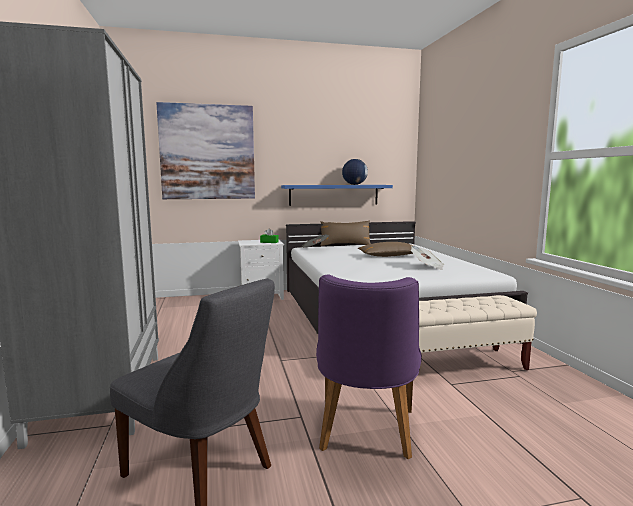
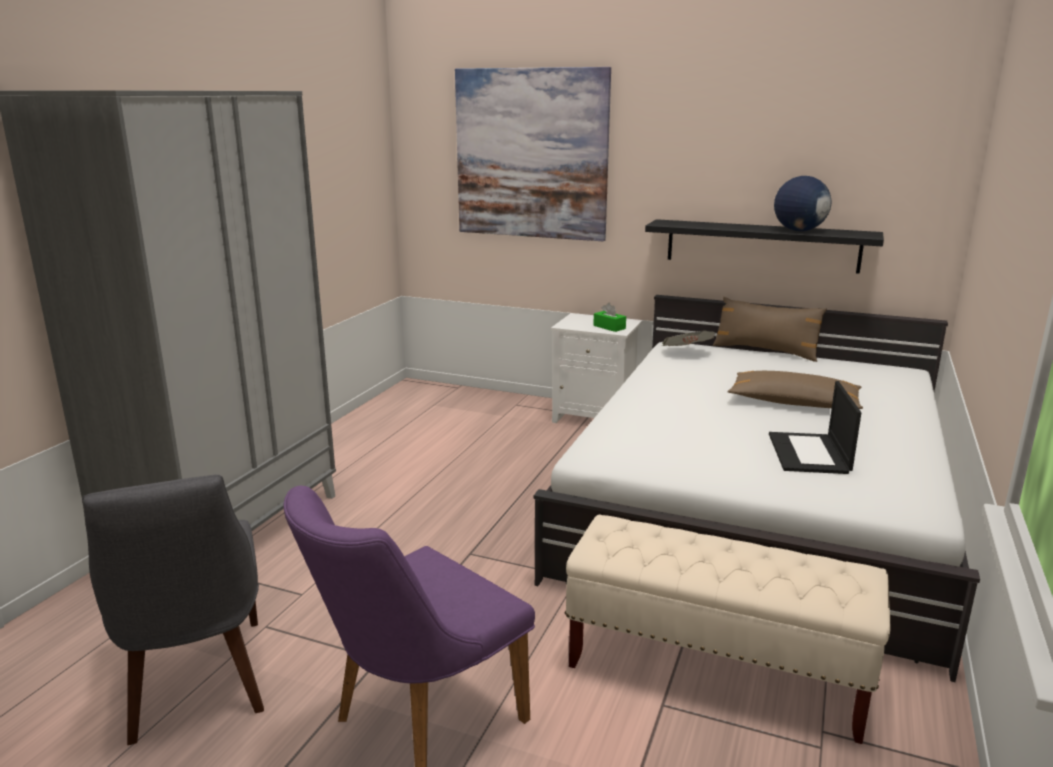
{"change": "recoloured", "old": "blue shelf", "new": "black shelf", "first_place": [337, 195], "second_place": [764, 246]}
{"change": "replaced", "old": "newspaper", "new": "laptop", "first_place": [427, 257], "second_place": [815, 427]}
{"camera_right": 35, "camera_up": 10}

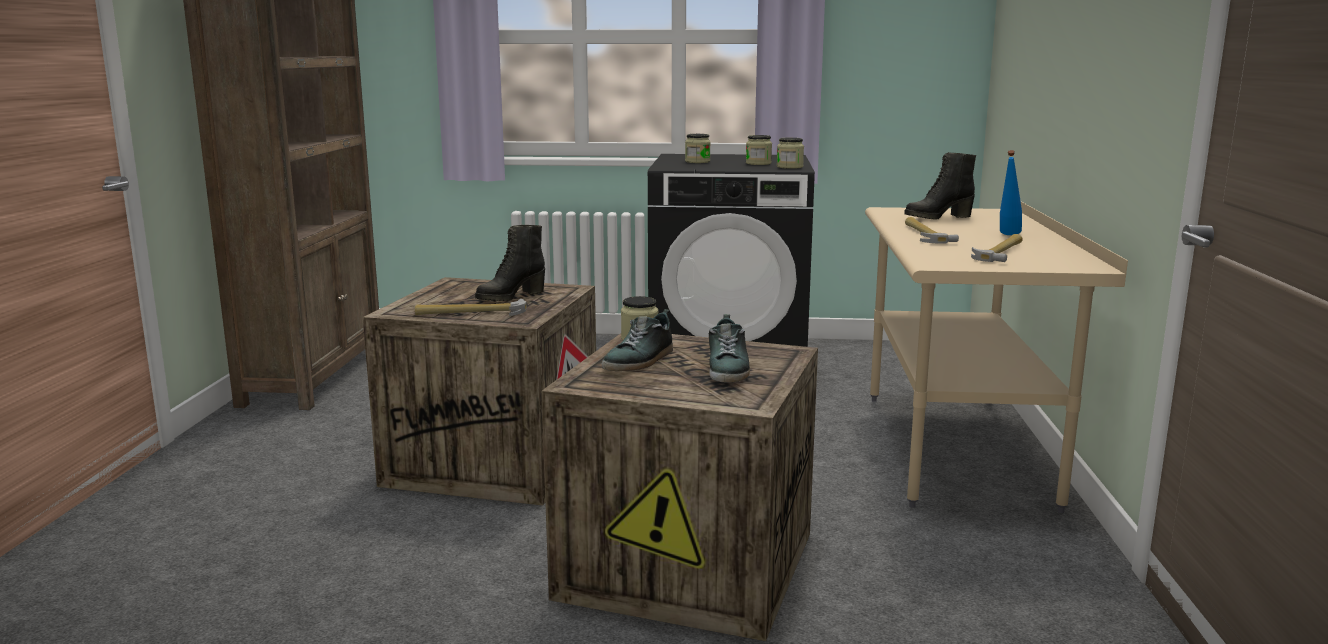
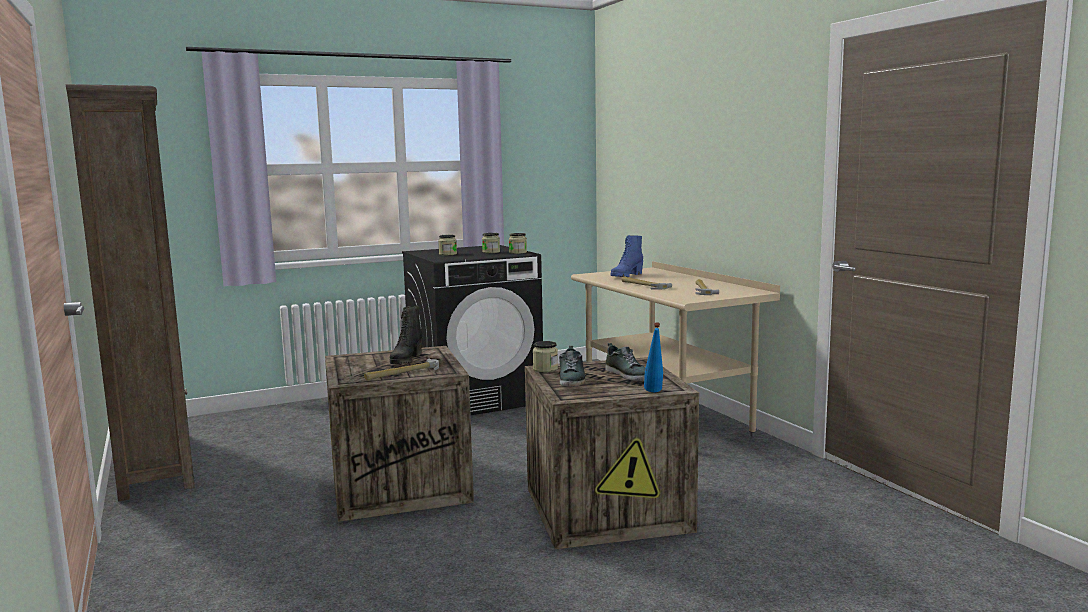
{"change": "moved", "old": "blue bottle", "first_place": [1011, 192], "second_place": [653, 357]}
{"change": "recoloured", "old": "black boot", "new": "blue boot", "first_place": [940, 186], "second_place": [627, 256]}
{"camera_right": -30, "camera_up": -5}

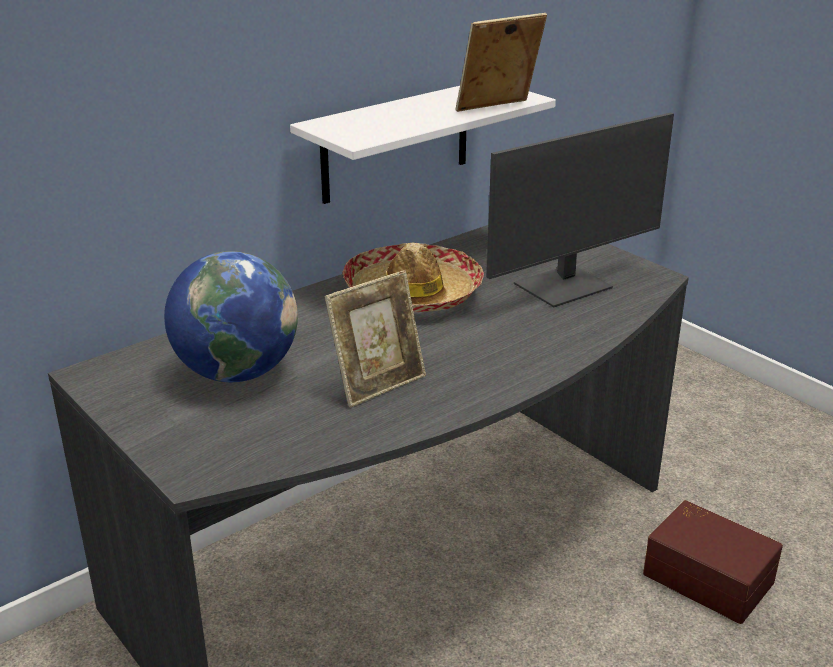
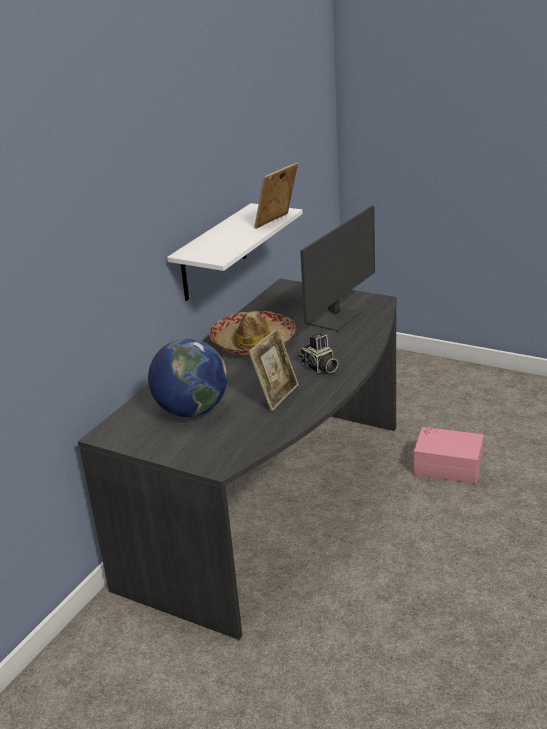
{"change": "recoloured", "old": "brown storage box", "new": "pink storage box", "first_place": [713, 562], "second_place": [448, 455]}
{"change": "added", "new": "photo camera", "second_place": [319, 353]}
{"camera_right": -20, "camera_up": 0}

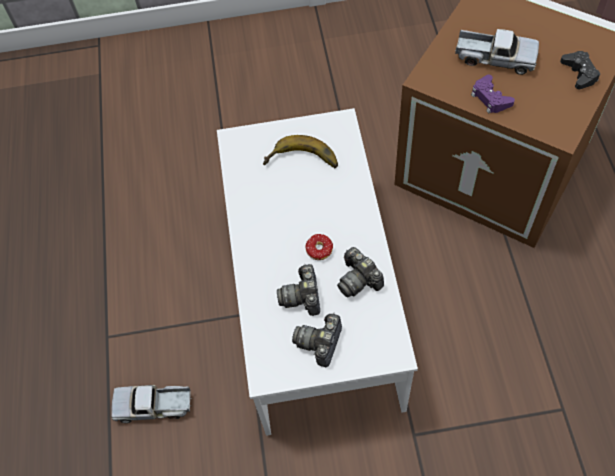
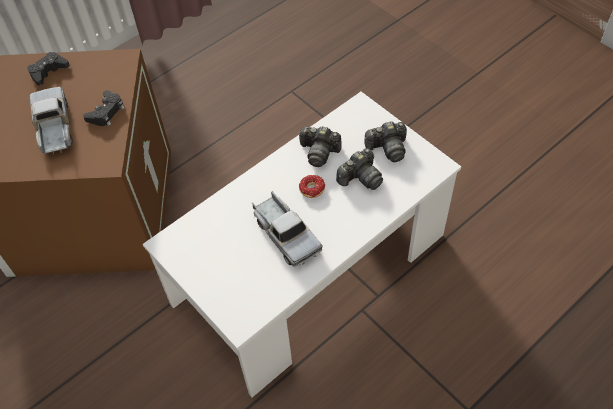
{"change": "recoloured", "old": "purple game controller", "new": "black game controller", "first_place": [493, 93], "second_place": [104, 108]}
{"change": "removed", "old": "banana", "first_place": [300, 151]}
{"change": "turned", "old": "photo camera", "first_place": [360, 272], "second_place": [320, 146], "degrees": 90}
{"change": "moved", "old": "toy truck", "first_place": [151, 404], "second_place": [287, 229]}
{"camera_right": -125, "camera_up": -5}

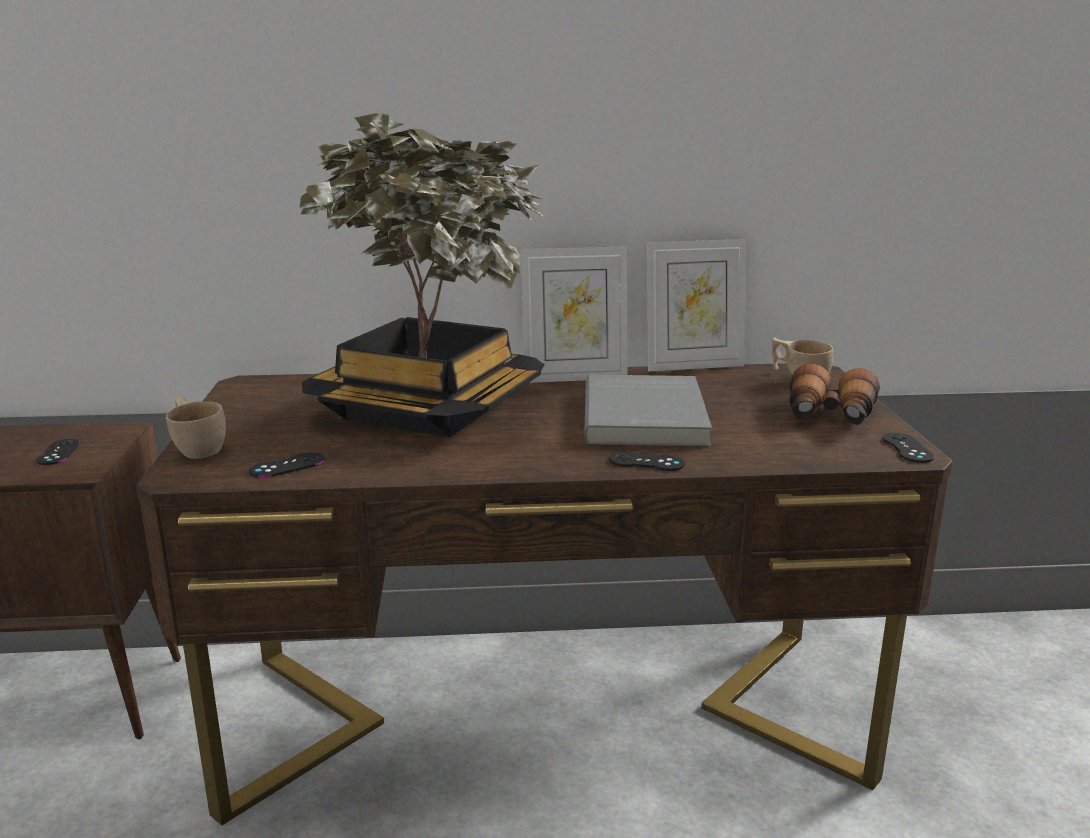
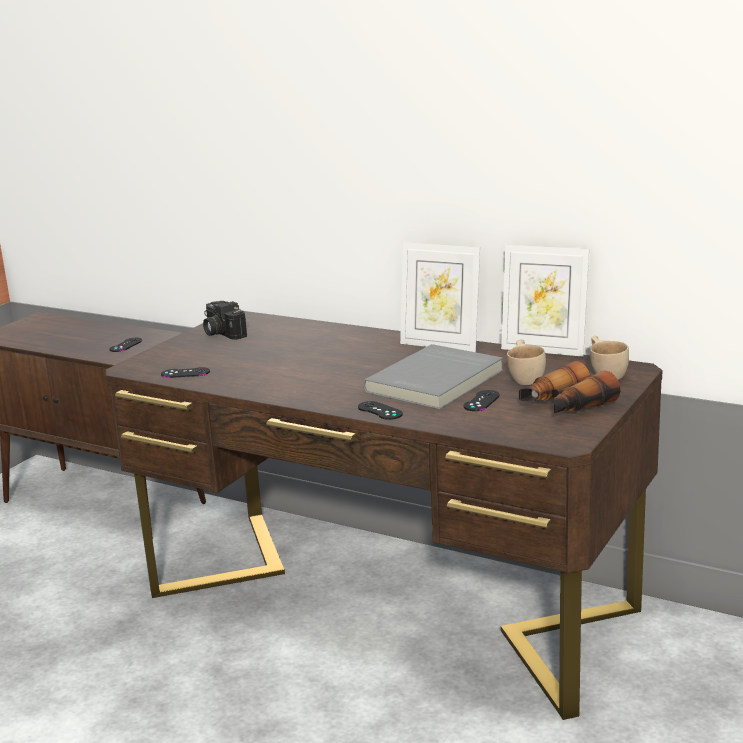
{"change": "removed", "old": "potted plant", "first_place": [422, 274]}
{"change": "moved", "old": "beige cup", "first_place": [196, 427], "second_place": [526, 362]}
{"change": "moved", "old": "black game controller", "first_place": [908, 448], "second_place": [481, 400]}
{"change": "added", "new": "photo camera", "second_place": [225, 320]}
{"camera_right": 35, "camera_up": 0}

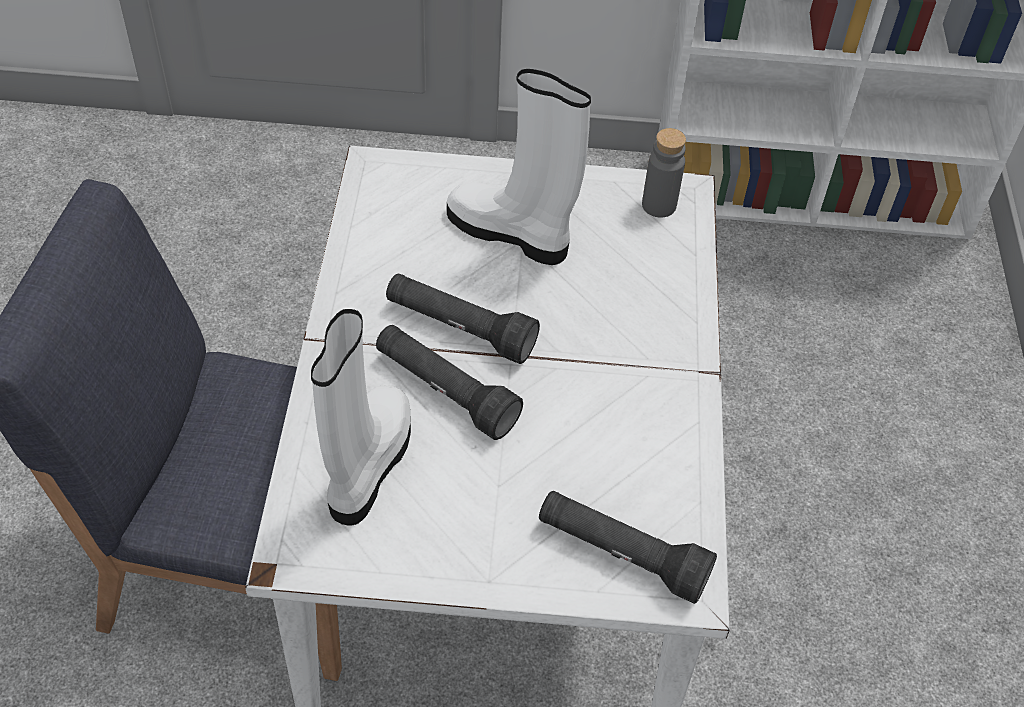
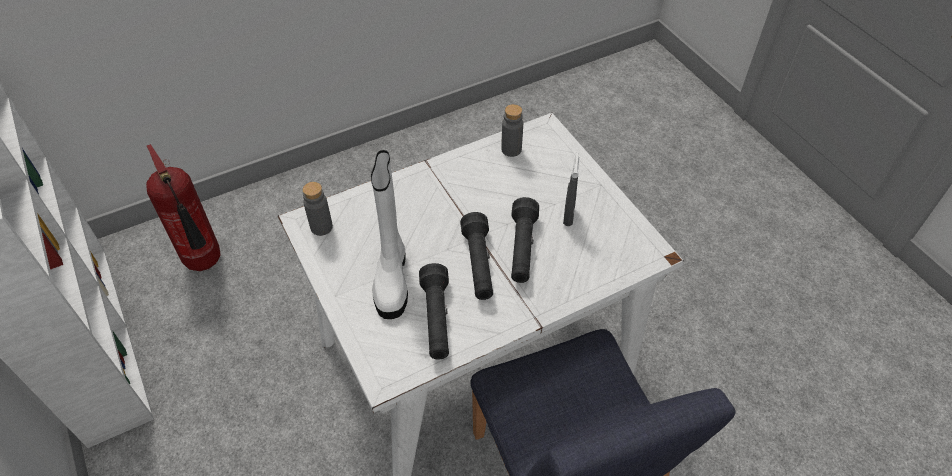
{"change": "removed", "old": "white boot", "first_place": [361, 417]}
{"change": "moved", "old": "black flashlight", "first_place": [628, 547], "second_place": [434, 311]}
{"change": "added", "new": "grey bottle", "second_place": [512, 130]}
{"change": "added", "new": "fire extinguisher", "second_place": [183, 207]}
{"change": "added", "new": "grey spray bottle", "second_place": [571, 189]}
{"camera_right": -120, "camera_up": 0}

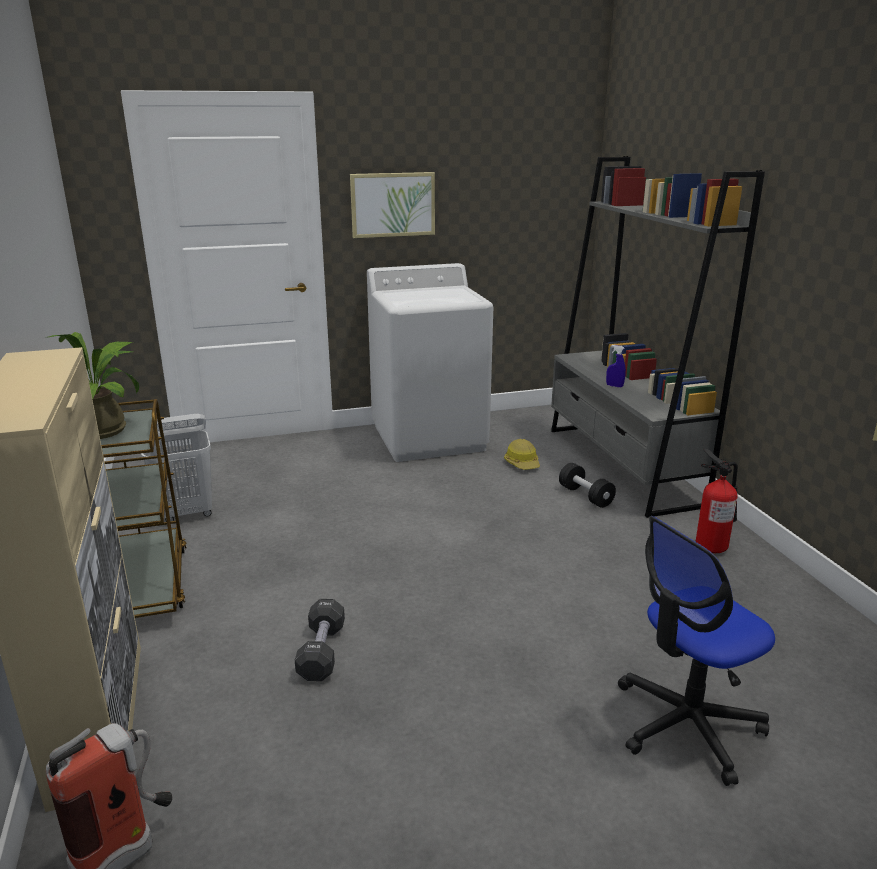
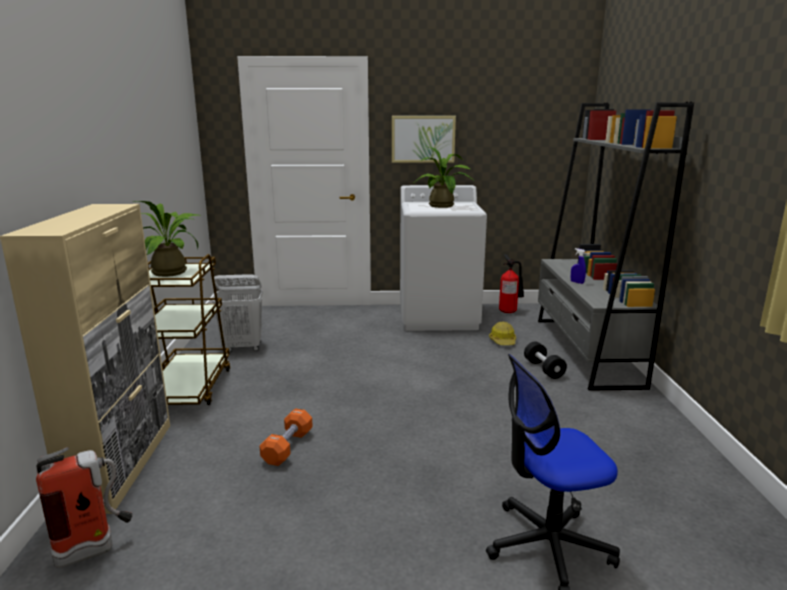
{"change": "moved", "old": "fire extinguisher", "first_place": [717, 501], "second_place": [511, 283]}
{"change": "recoloured", "old": "black dumbbell", "new": "orange dumbbell", "first_place": [320, 640], "second_place": [286, 437]}
{"change": "added", "new": "potted plant", "second_place": [444, 177]}
{"camera_right": 15, "camera_up": -5}

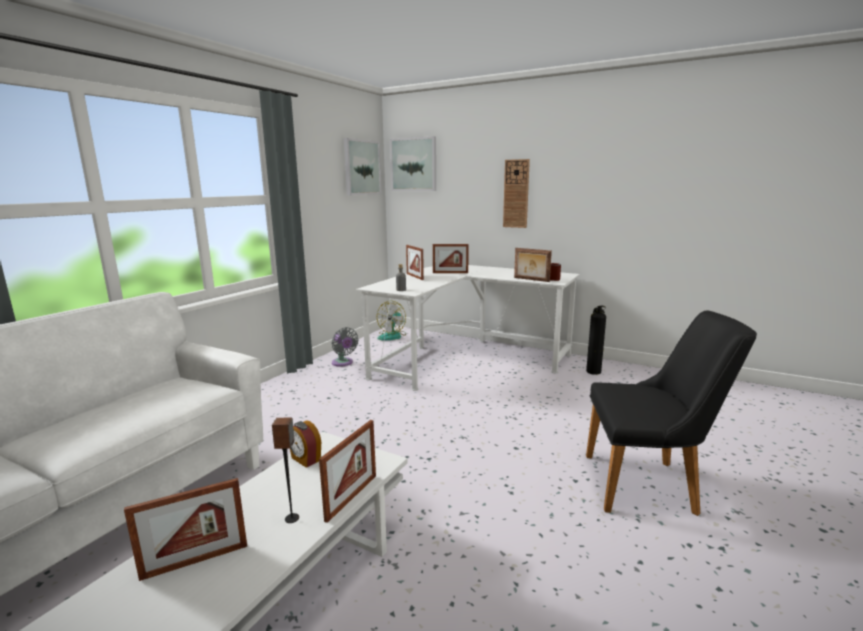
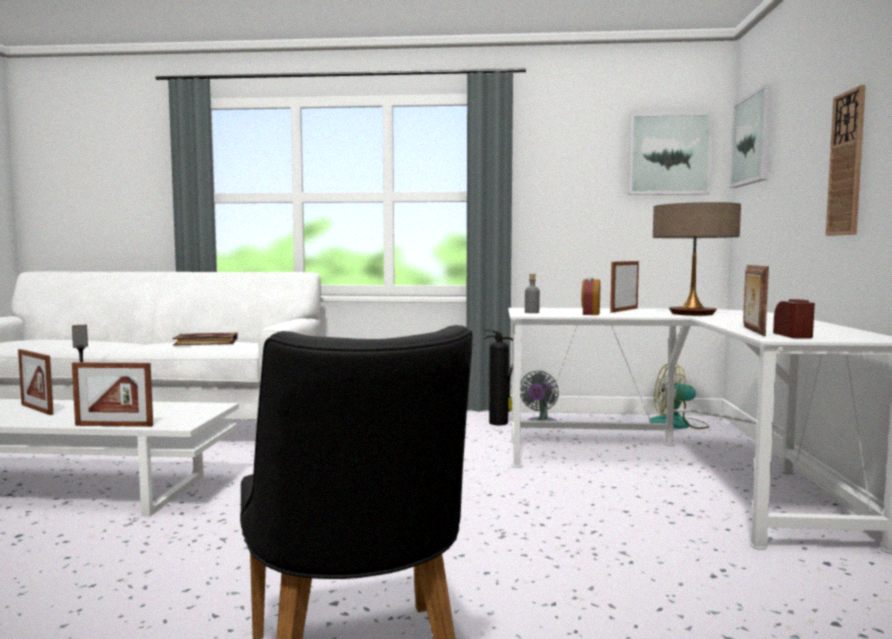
{"change": "replaced", "old": "picture frame", "new": "table lamp", "first_place": [451, 258], "second_place": [697, 259]}
{"change": "moved", "old": "fire extinguisher", "first_place": [596, 340], "second_place": [498, 377]}
{"change": "moved", "old": "alarm clock", "first_place": [305, 444], "second_place": [591, 296]}
{"change": "added", "new": "book", "second_place": [205, 339]}
{"camera_right": 65, "camera_up": -10}

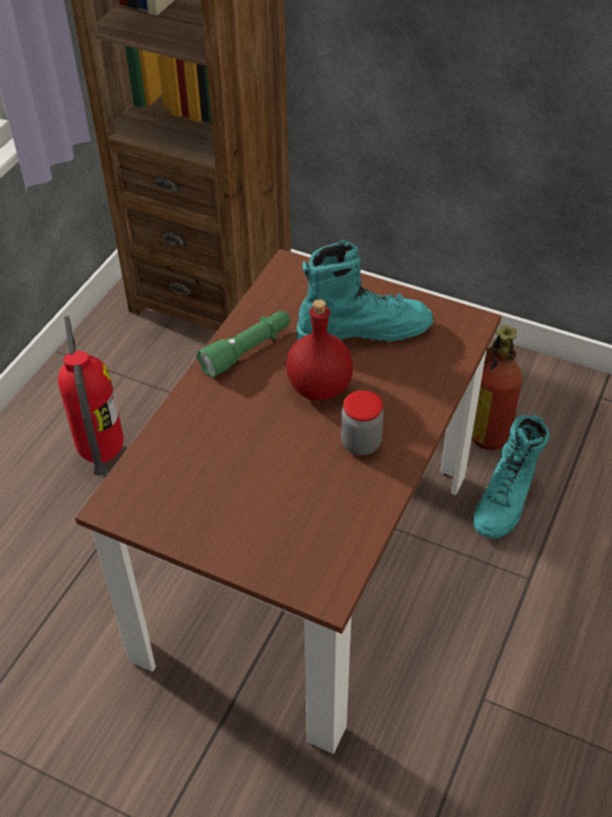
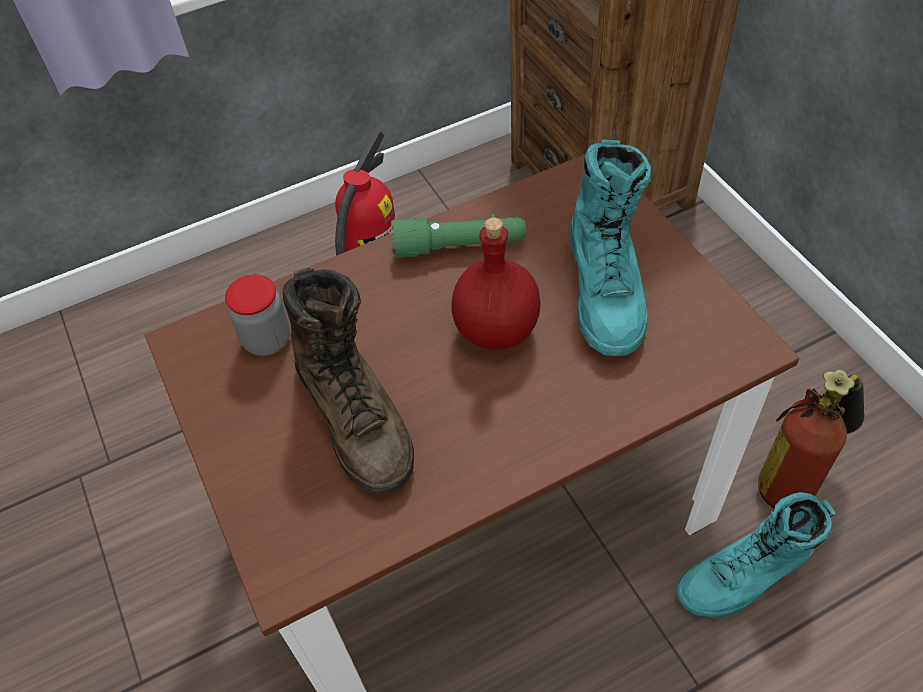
{"change": "turned", "old": "turquoise boot", "first_place": [365, 291], "second_place": [610, 247], "degrees": 60}
{"change": "moved", "old": "jar", "first_place": [362, 422], "second_place": [258, 315]}
{"change": "added", "new": "brown boot", "second_place": [348, 380]}
{"camera_right": 40, "camera_up": 5}

